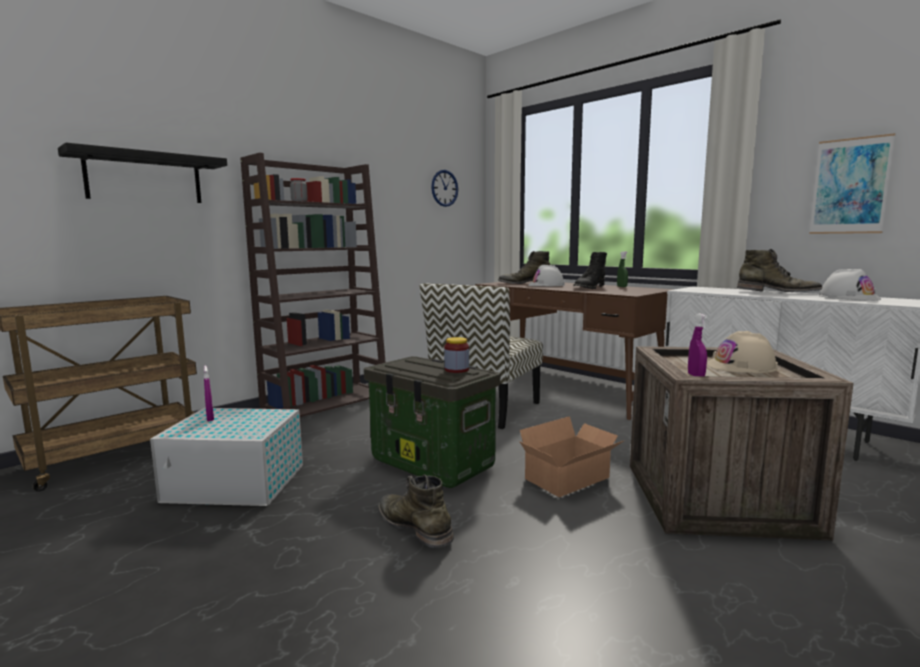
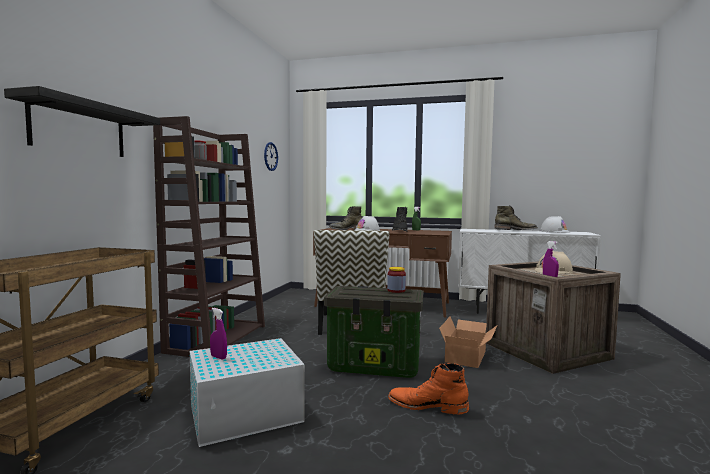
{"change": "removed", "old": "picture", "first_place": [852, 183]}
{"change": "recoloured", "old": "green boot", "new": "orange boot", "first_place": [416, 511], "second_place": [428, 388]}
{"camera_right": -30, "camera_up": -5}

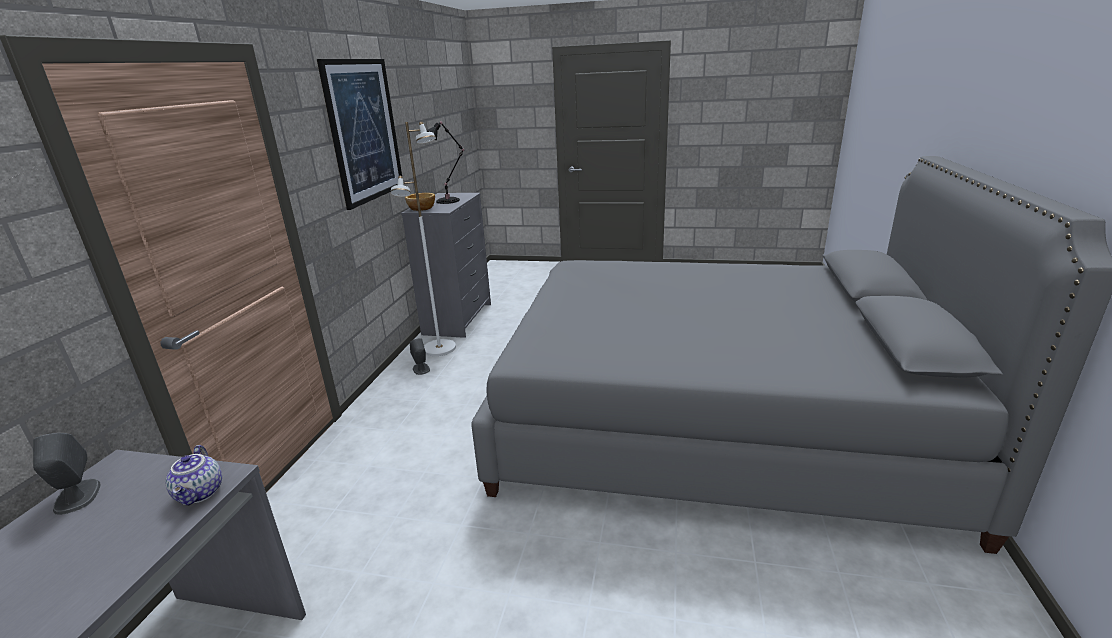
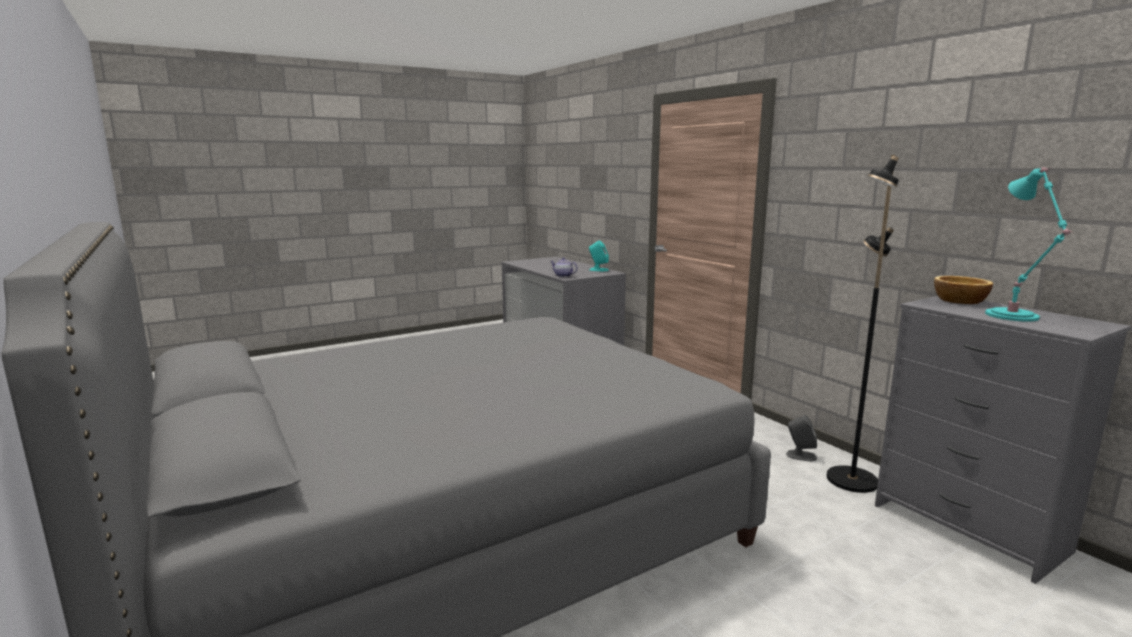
{"change": "removed", "old": "picture", "first_place": [359, 134]}
{"change": "recoloured", "old": "black table lamp", "new": "turquoise table lamp", "first_place": [445, 162], "second_place": [1028, 244]}
{"change": "recoloured", "old": "white floor lamp", "new": "black floor lamp", "first_place": [423, 239], "second_place": [863, 324]}
{"change": "recoloured", "old": "grey speaker", "new": "turquoise speaker", "first_place": [66, 474], "second_place": [599, 256]}
{"camera_right": 135, "camera_up": -10}

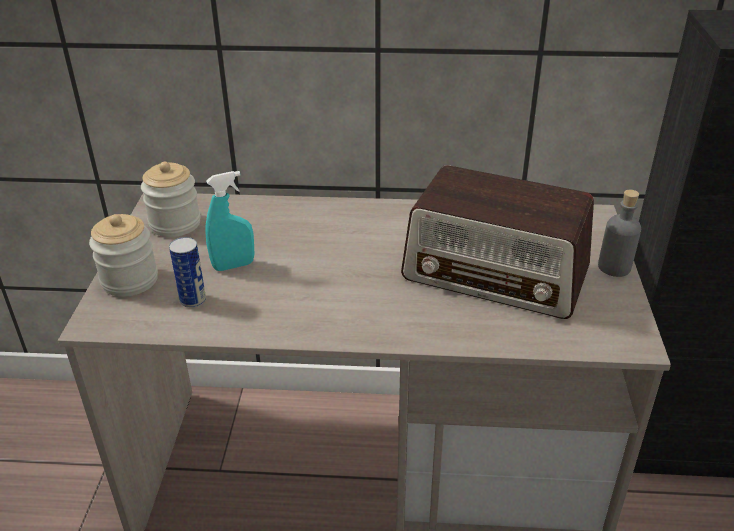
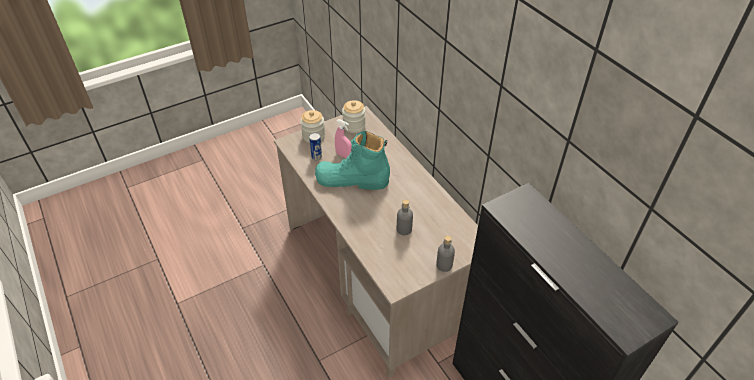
{"change": "replaced", "old": "radio", "new": "grey bottle", "first_place": [497, 242], "second_place": [405, 217]}
{"change": "recoloured", "old": "turquoise spray bottle", "new": "pink spray bottle", "first_place": [230, 221], "second_place": [343, 138]}
{"change": "added", "new": "turquoise boot", "second_place": [352, 160]}
{"camera_right": 55, "camera_up": 10}

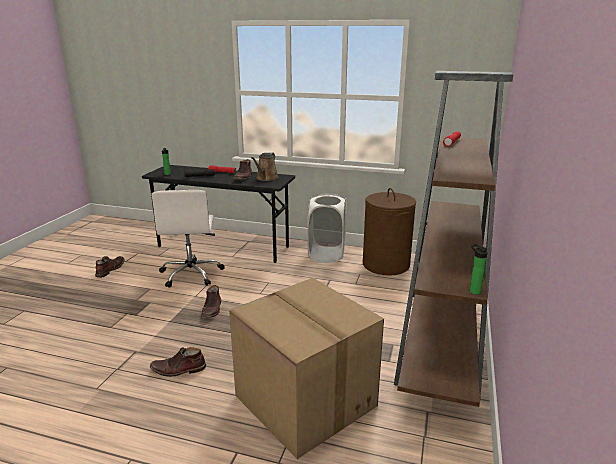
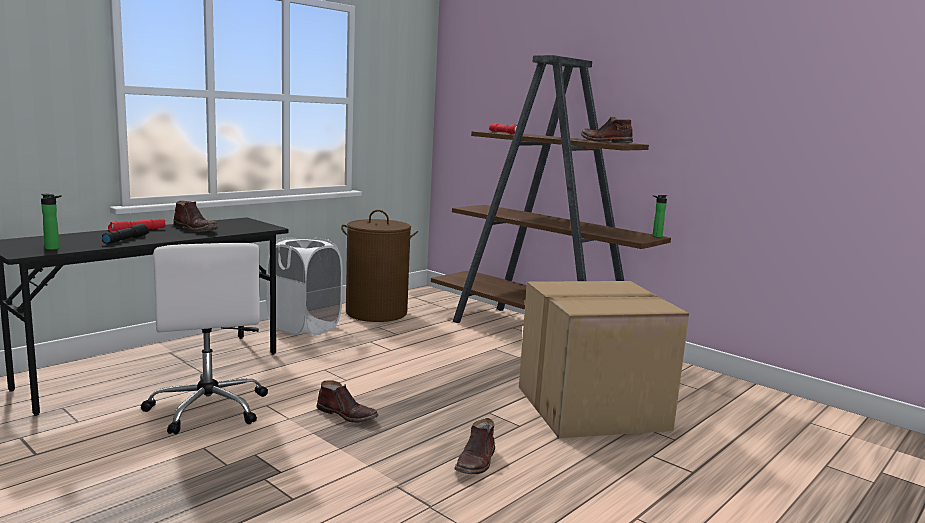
{"change": "removed", "old": "brown watering can", "first_place": [265, 166]}
{"change": "turned", "old": "white office chair", "first_place": [188, 239], "second_place": [204, 338], "degrees": 45}
{"change": "moved", "old": "brown boot", "first_place": [110, 267], "second_place": [606, 130]}
{"camera_right": -65, "camera_up": -10}

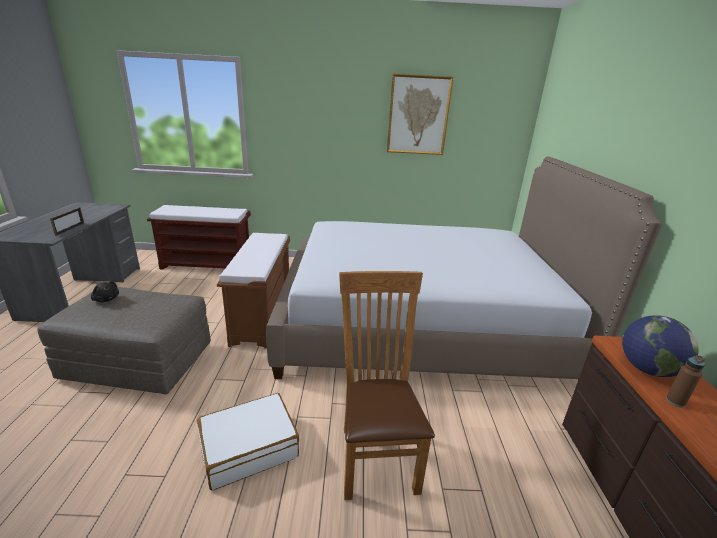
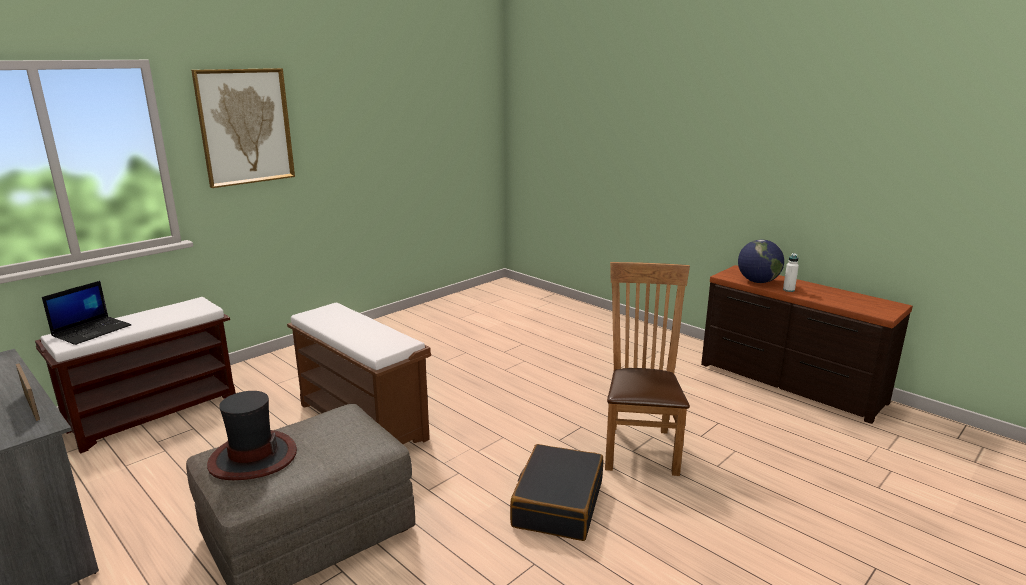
{"change": "moved", "old": "picture", "first_place": [420, 114], "second_place": [243, 128]}
{"change": "removed", "old": "bed", "first_place": [464, 268]}
{"change": "turned", "old": "brown chair", "first_place": [387, 385], "second_place": [647, 369], "degrees": 60}
{"change": "replaced", "old": "black plush toy", "new": "hat", "first_place": [105, 291], "second_place": [252, 435]}
{"change": "recoloured", "old": "brown bottle", "new": "white bottle", "first_place": [685, 381], "second_place": [791, 272]}
{"change": "recoloured", "old": "white suitcase", "new": "black suitcase", "first_place": [248, 442], "second_place": [556, 492]}
{"change": "added", "new": "laptop", "second_place": [86, 313]}
{"camera_right": -45, "camera_up": -5}

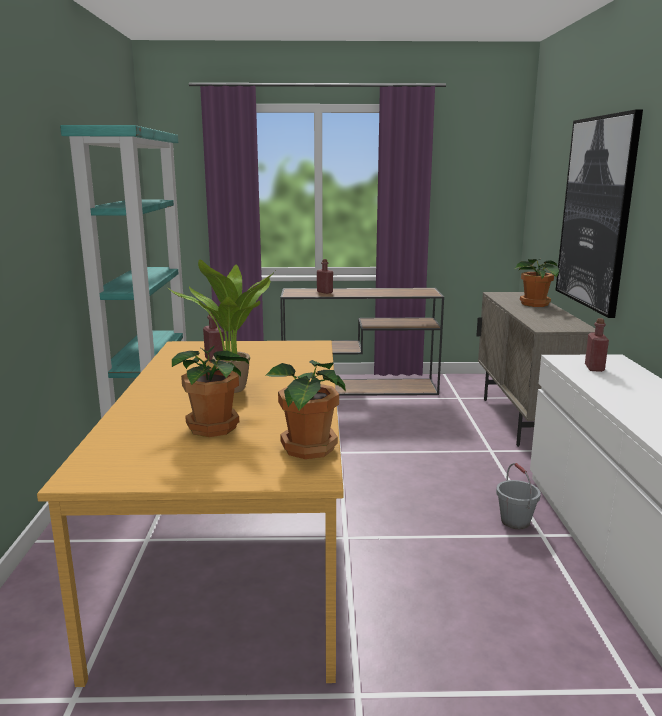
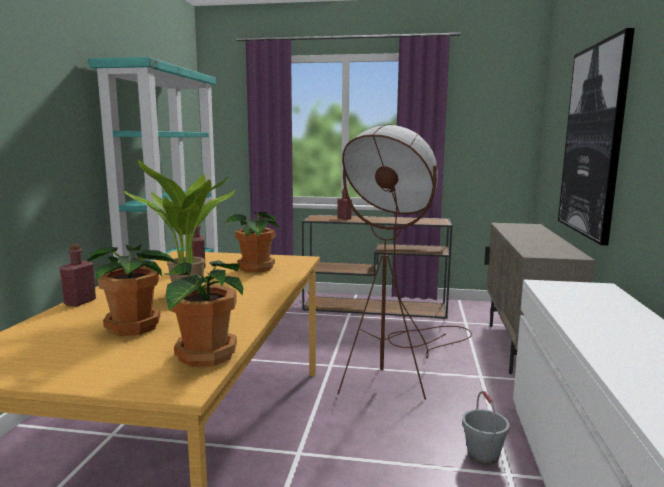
{"change": "moved", "old": "potted plant", "first_place": [537, 283], "second_place": [252, 242]}
{"change": "moved", "old": "red bottle", "first_place": [597, 345], "second_place": [78, 275]}
{"change": "added", "new": "brown floor lamp", "second_place": [405, 262]}
{"camera_right": 10, "camera_up": -5}

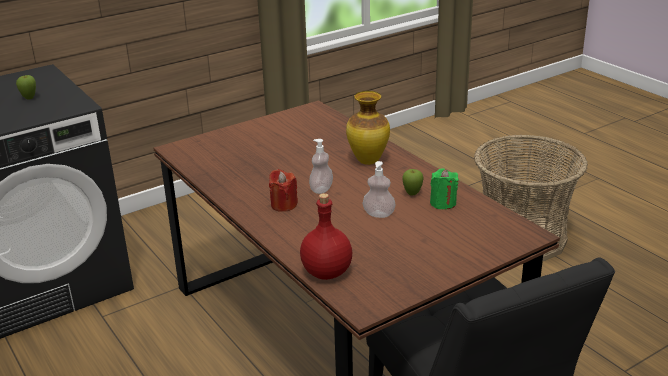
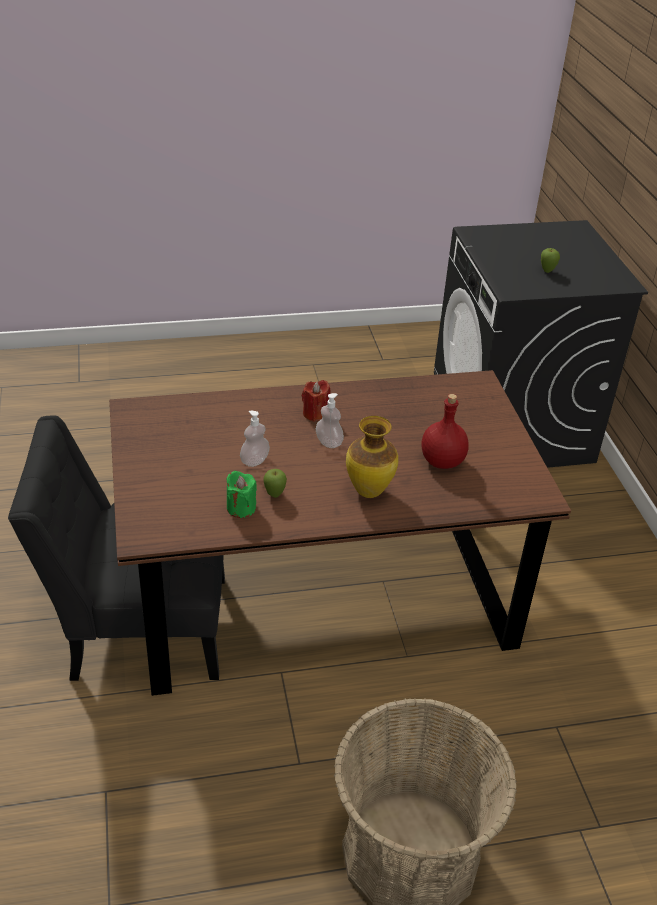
{"change": "moved", "old": "red bottle", "first_place": [326, 236], "second_place": [445, 431]}
{"camera_right": 110, "camera_up": 10}

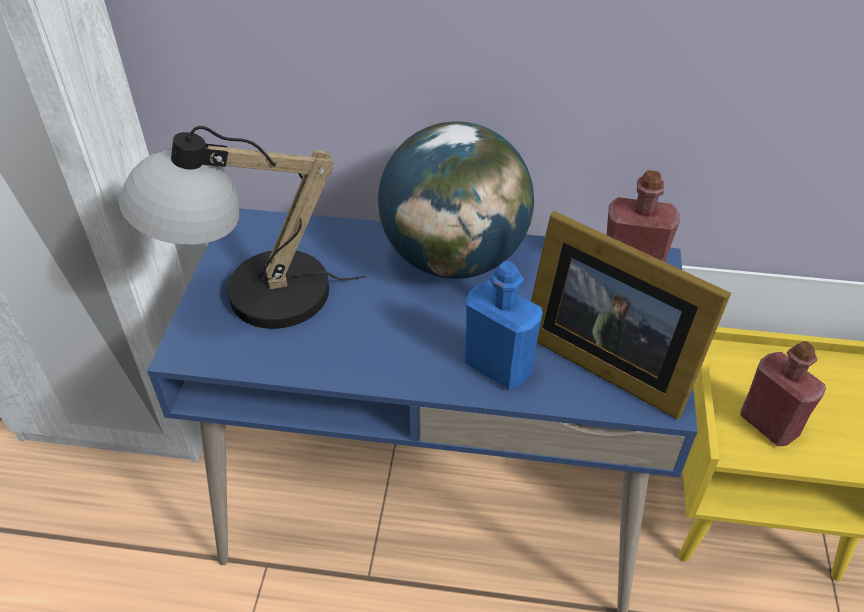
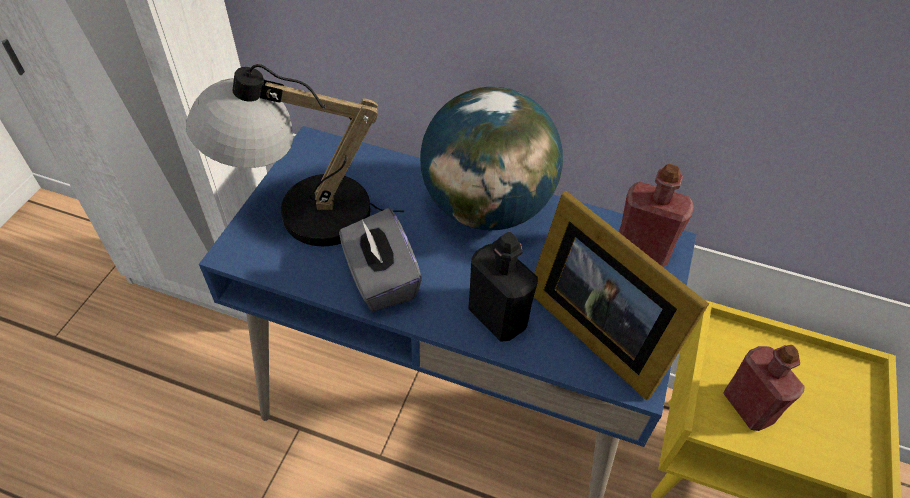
{"change": "recoloured", "old": "blue bottle", "new": "black bottle", "first_place": [504, 325], "second_place": [503, 287]}
{"change": "added", "new": "grey tissue box", "second_place": [380, 259]}
{"camera_right": 10, "camera_up": 5}

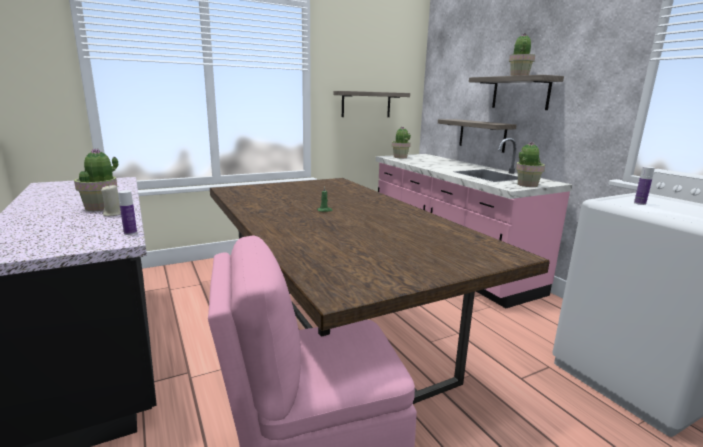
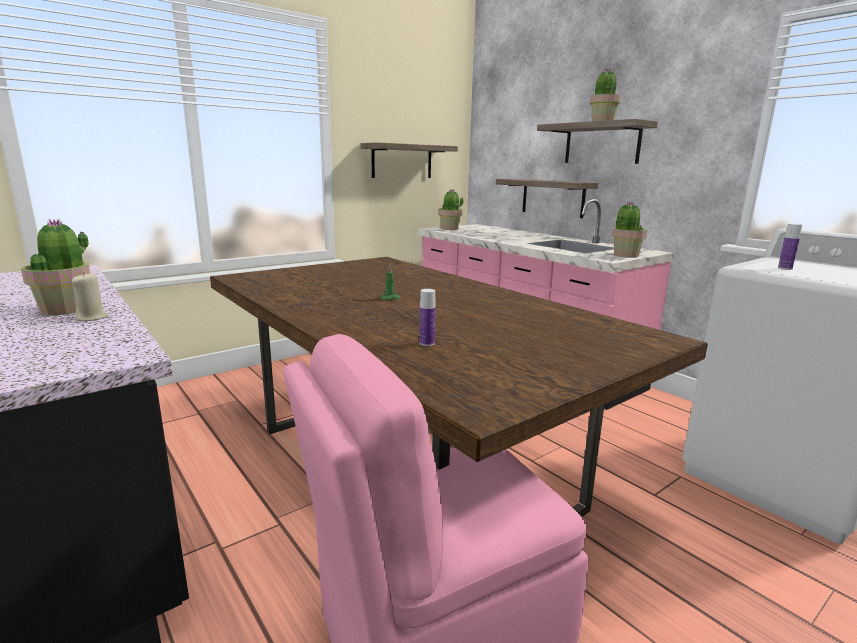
{"change": "moved", "old": "bottle", "first_place": [127, 212], "second_place": [427, 317]}
{"camera_right": -10, "camera_up": 0}

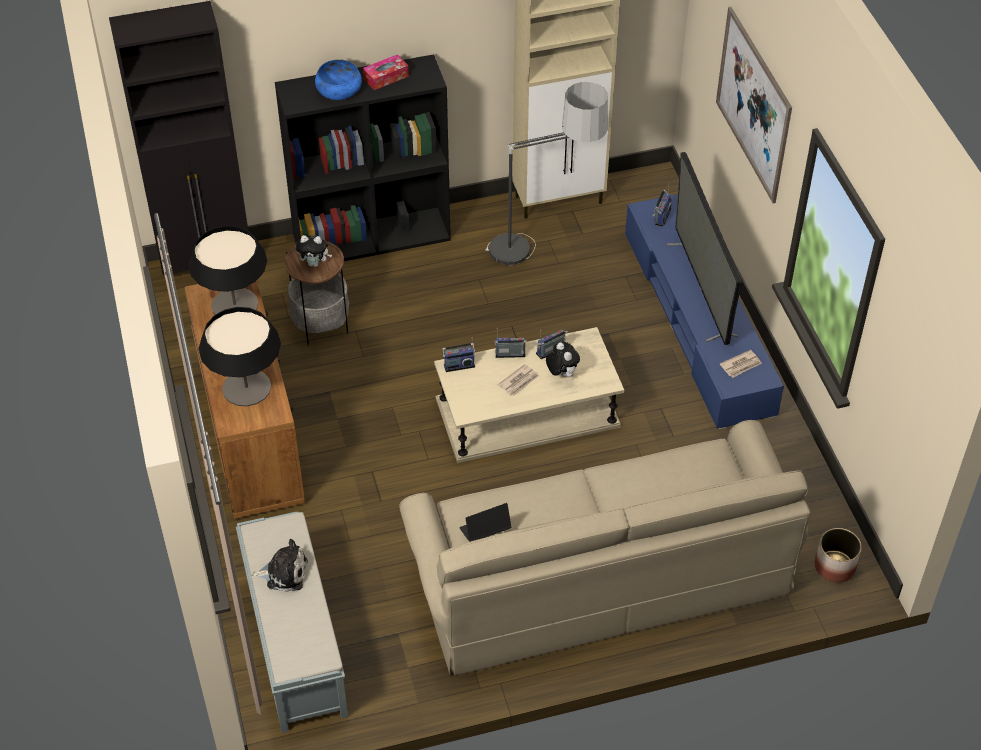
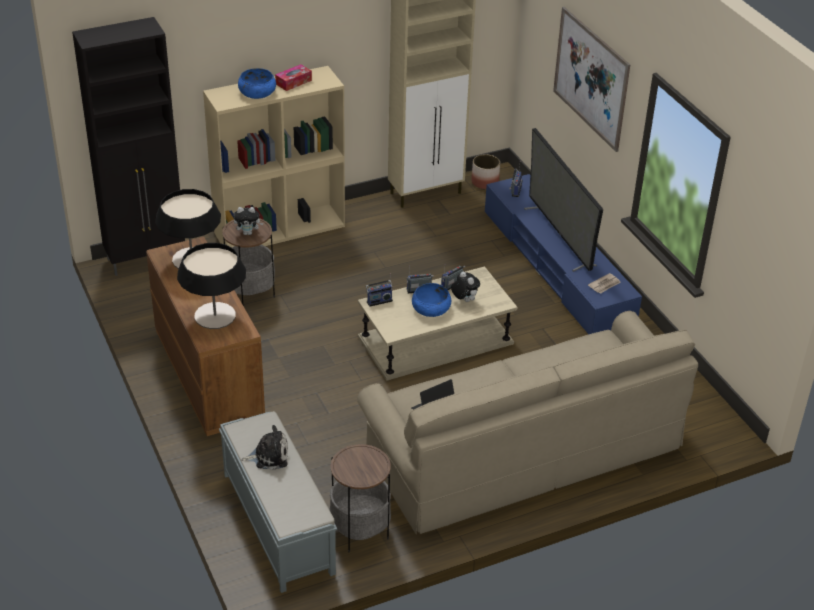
{"change": "recoloured", "old": "black bookcase", "new": "beige bookcase", "first_place": [363, 157], "second_place": [274, 157]}
{"change": "removed", "old": "floor lamp", "first_place": [546, 173]}
{"change": "replaced", "old": "newspaper", "new": "blue bowl", "first_place": [518, 380], "second_place": [431, 300]}
{"change": "moved", "old": "planter", "first_place": [838, 555], "second_place": [485, 171]}
{"change": "added", "new": "side table", "second_place": [360, 498]}
{"camera_right": -10, "camera_up": -10}

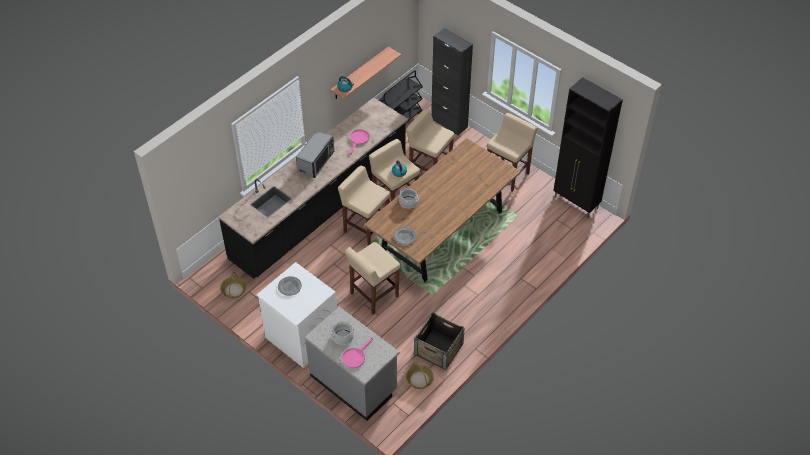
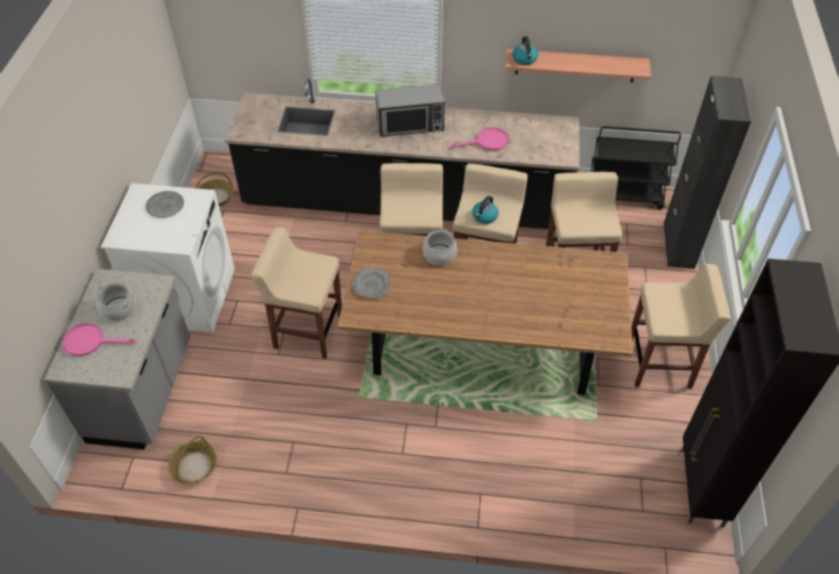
{"change": "removed", "old": "crate", "first_place": [439, 341]}
{"camera_right": 55, "camera_up": 0}

